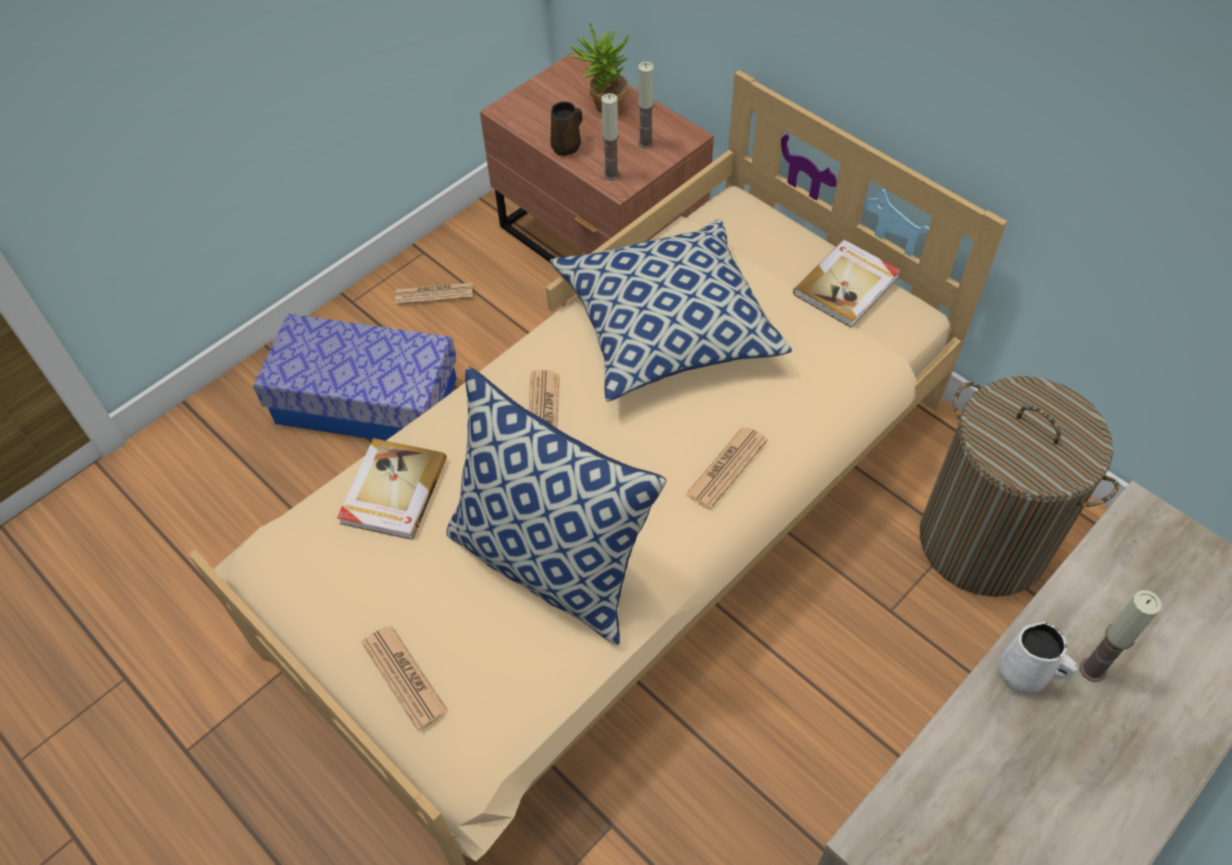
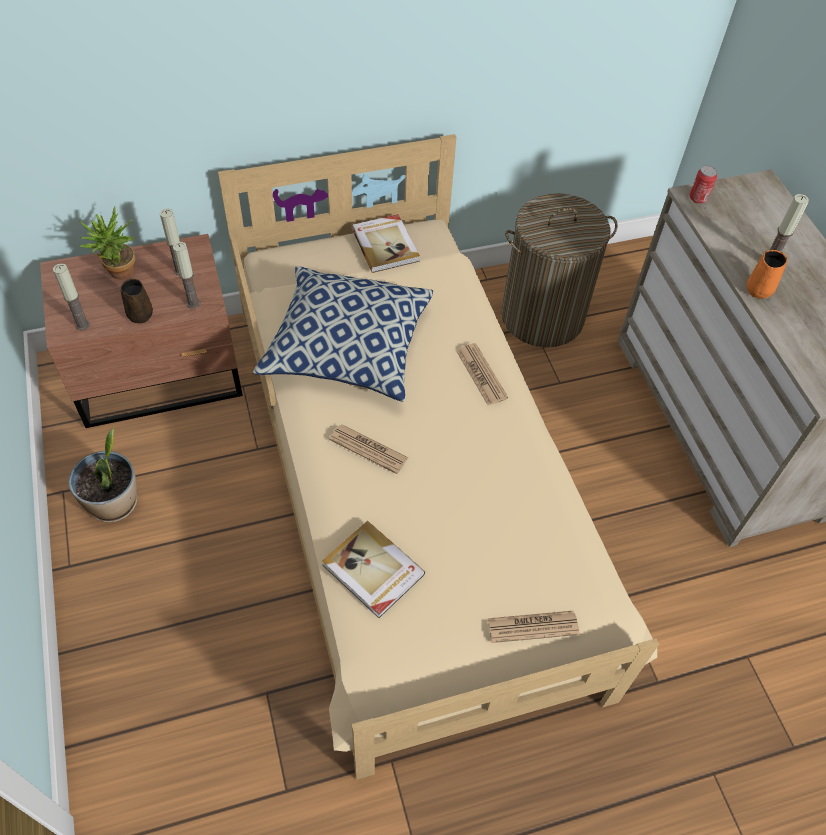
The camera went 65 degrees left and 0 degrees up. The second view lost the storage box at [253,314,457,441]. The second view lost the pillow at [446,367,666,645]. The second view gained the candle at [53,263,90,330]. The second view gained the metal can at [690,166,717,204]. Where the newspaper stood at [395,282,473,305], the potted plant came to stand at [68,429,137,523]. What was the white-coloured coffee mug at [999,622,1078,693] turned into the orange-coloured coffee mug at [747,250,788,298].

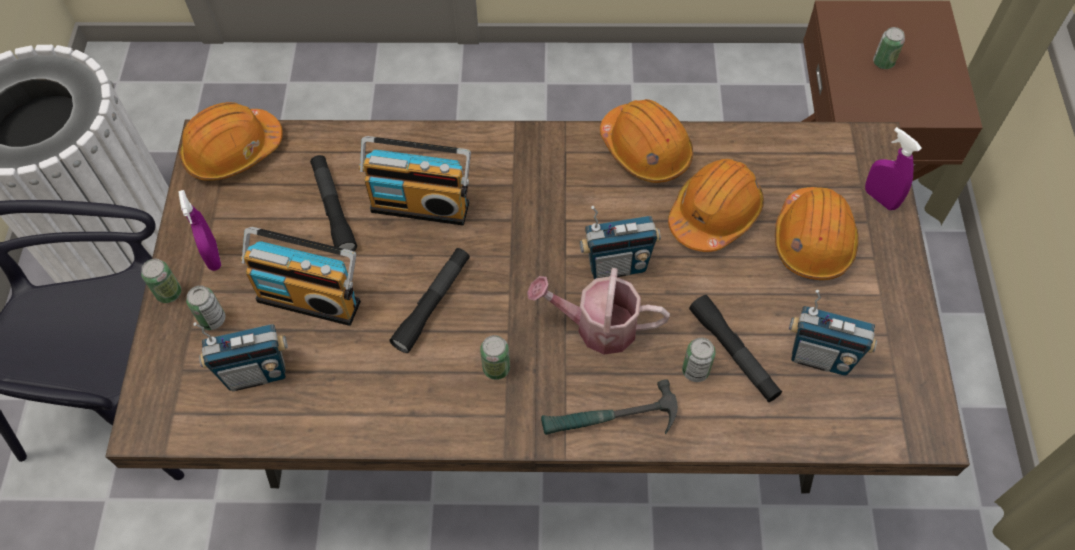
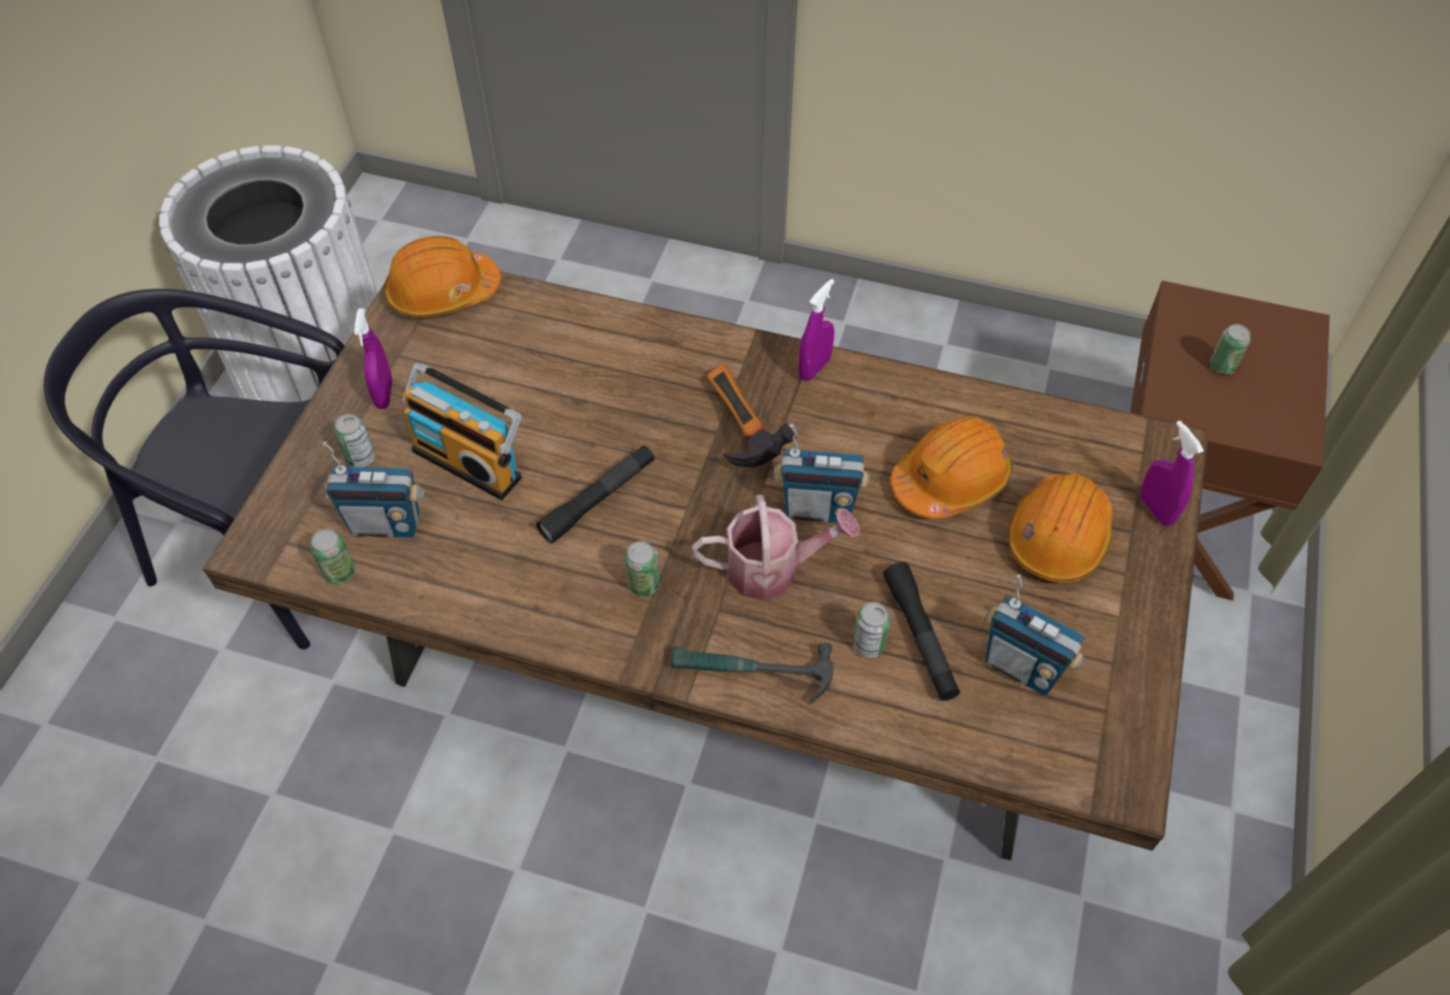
The camera went 15 degrees right and 5 degrees down. The second view lost the black-coloured hand torch at [310,155,357,251]. The second view lost the radio receiver at [359,136,471,225]. The second view lost the orange-coloured safety helmet at [600,99,693,183]. The second view gained the hand hammer at [706,364,797,468]. The second view gained the purple hand sprayer at [798,279,834,381]. The metal can ended up elsewhere, having gone from [141,259,181,303] to [310,529,355,584]. The watering pot at [527,268,670,355] ended up facing another way, 150 degrees clockwise from before.

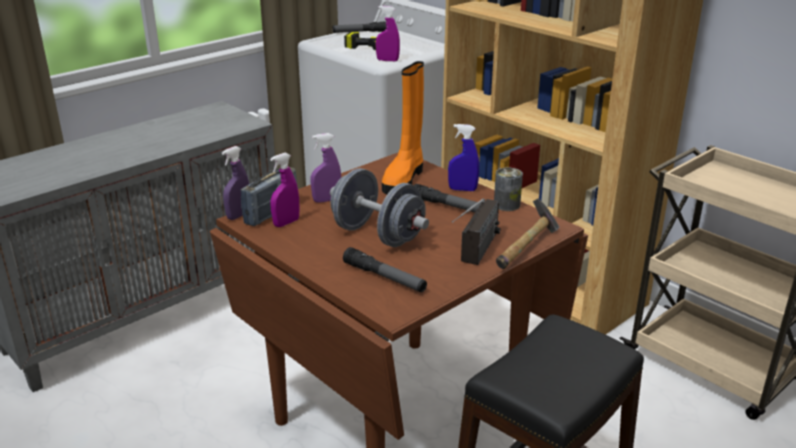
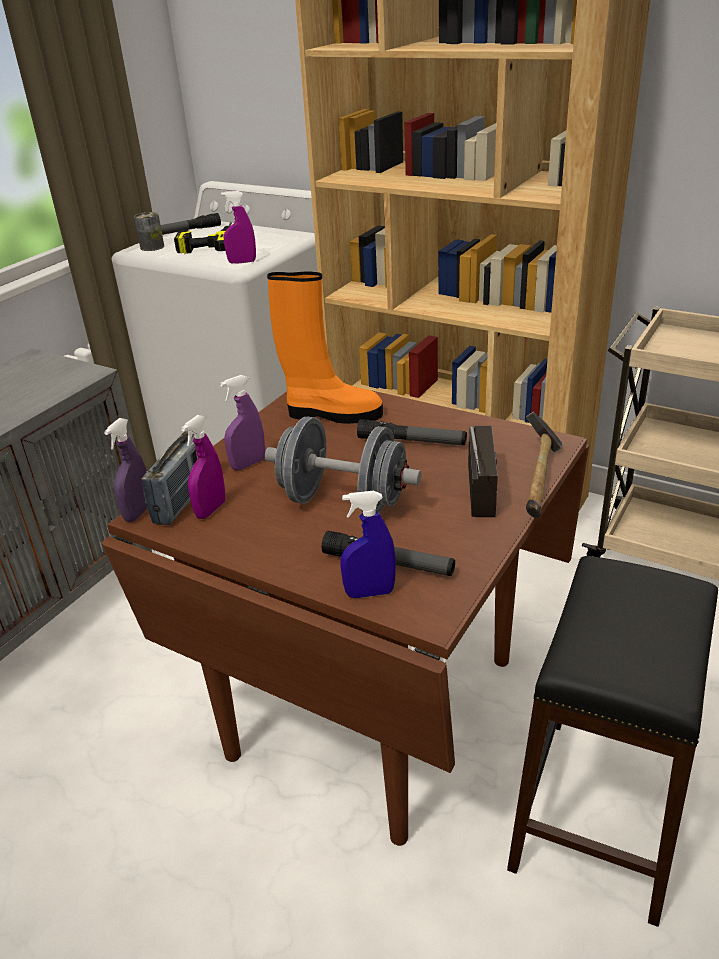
The camera went 15 degrees left and 5 degrees up. The blue hand sprayer ended up elsewhere, having gone from [448,124,479,191] to [340,491,396,598]. The metal can ended up elsewhere, having gone from [494,167,523,211] to [134,212,164,251]. The orange-coloured tall boot at [382,61,424,194] ended up facing another way, 90 degrees counterclockwise from before.

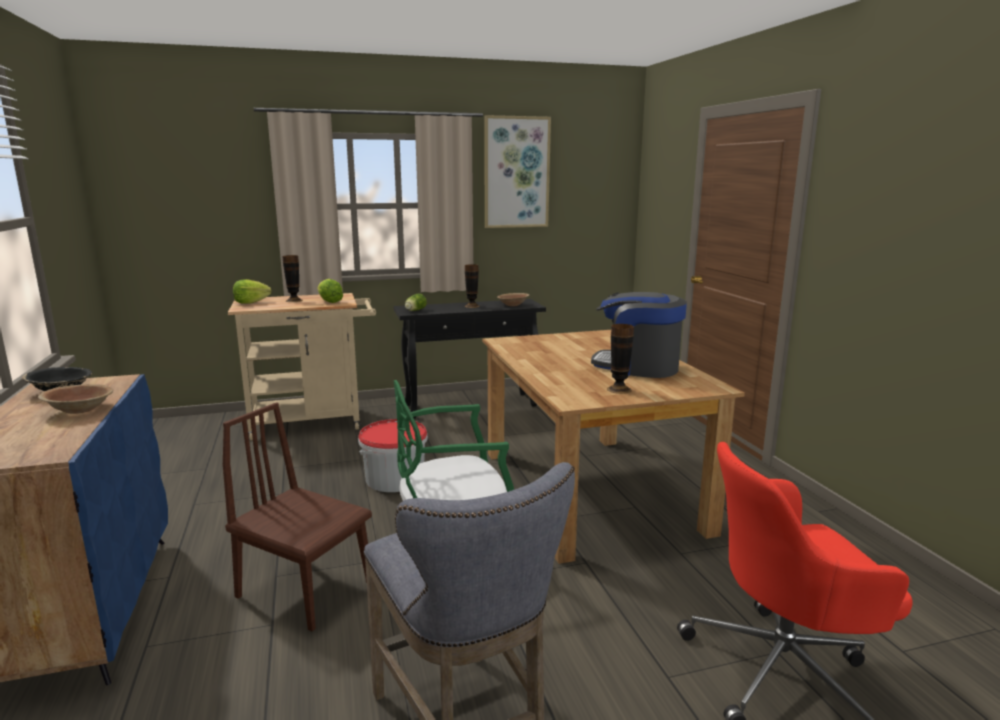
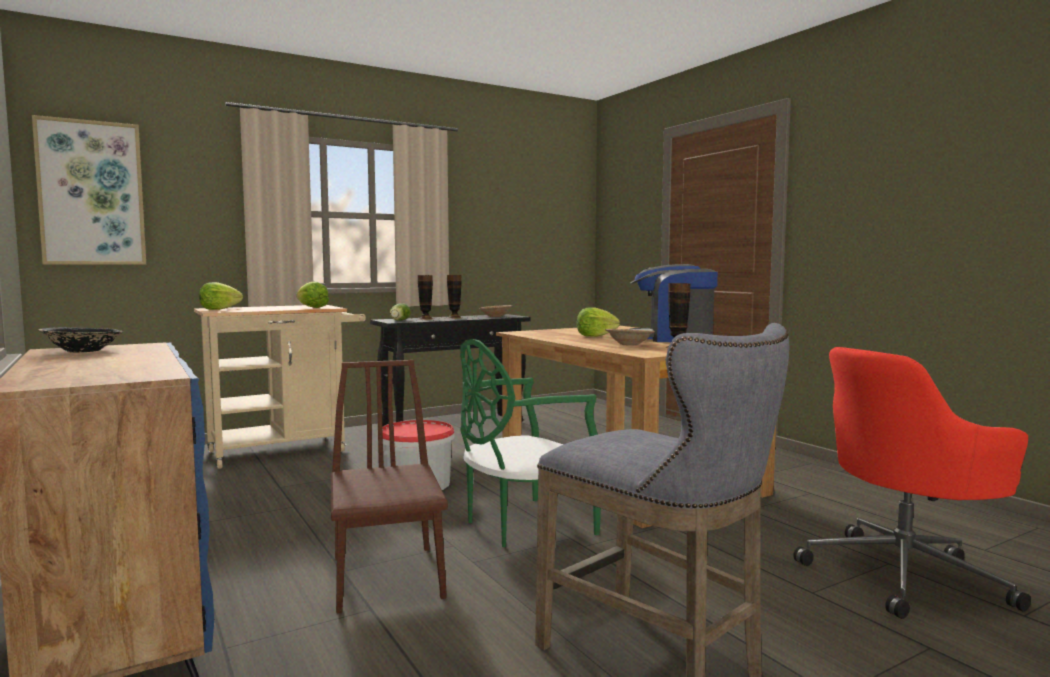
The camera went 15 degrees left and 10 degrees down. The second view gained the lettuce head at [577,307,620,337]. The brown bowl ended up elsewhere, having gone from [38,385,113,414] to [605,329,655,346]. The flower vase ended up elsewhere, having gone from [282,255,303,302] to [418,275,433,320]. The wall art ended up elsewhere, having gone from [485,115,551,228] to [32,115,146,265]. The brown upright chair at [223,402,372,631] ended up facing another way, 60 degrees clockwise from before.

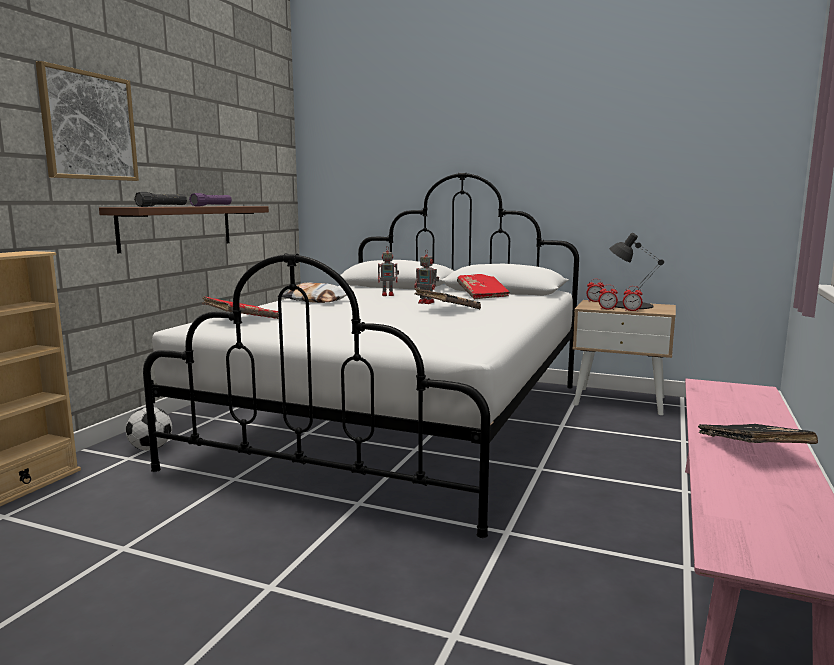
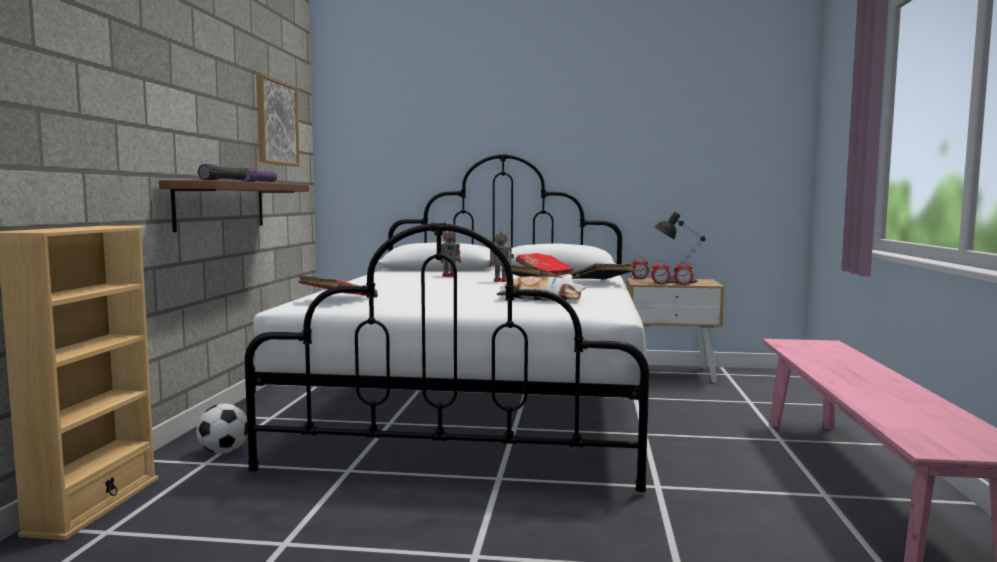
The camera went 15 degrees left and 5 degrees down. The wall art ended up elsewhere, having gone from [36,61,139,181] to [256,74,300,166]. The pillow ended up elsewhere, having gone from [277,283,347,303] to [496,276,587,301]. The black-coloured book ended up elsewhere, having gone from [698,424,818,444] to [571,263,634,279].

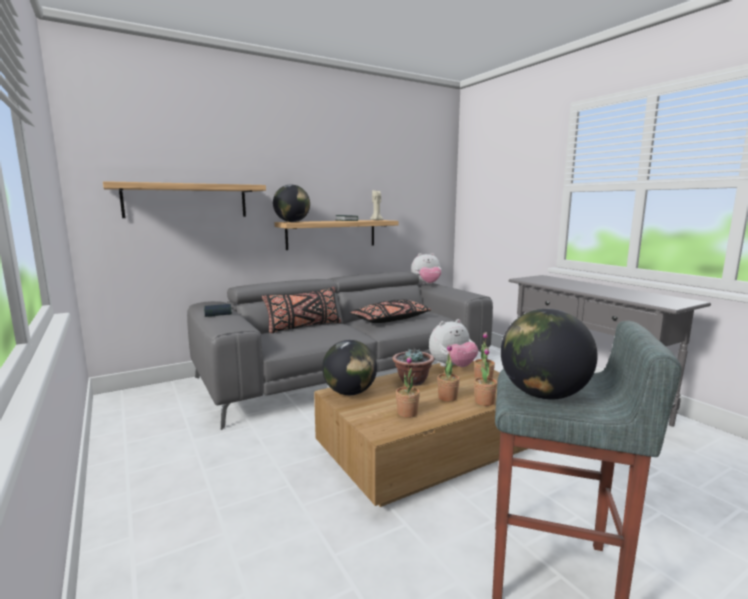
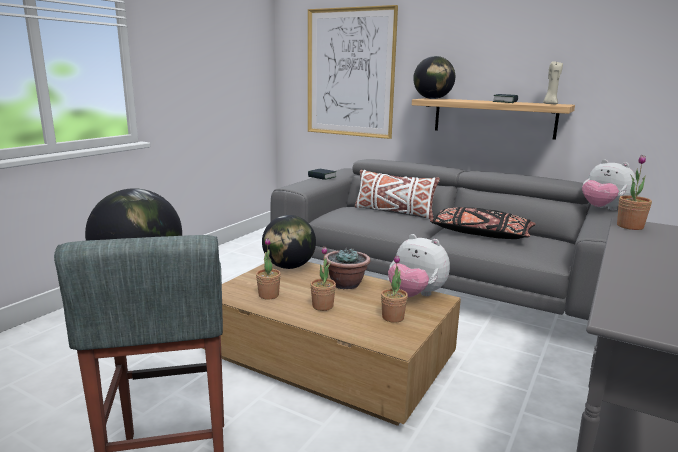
The camera went 60 degrees right and 5 degrees up. The potted plant ended up elsewhere, having gone from [474,348,497,406] to [617,155,652,230]. Where the wall shelf hung at [103,181,266,218], the wall art came to hang at [308,5,398,139]. What was the black-coloured pillow at [262,287,341,333] turned into the white-coloured pillow at [355,170,440,220].

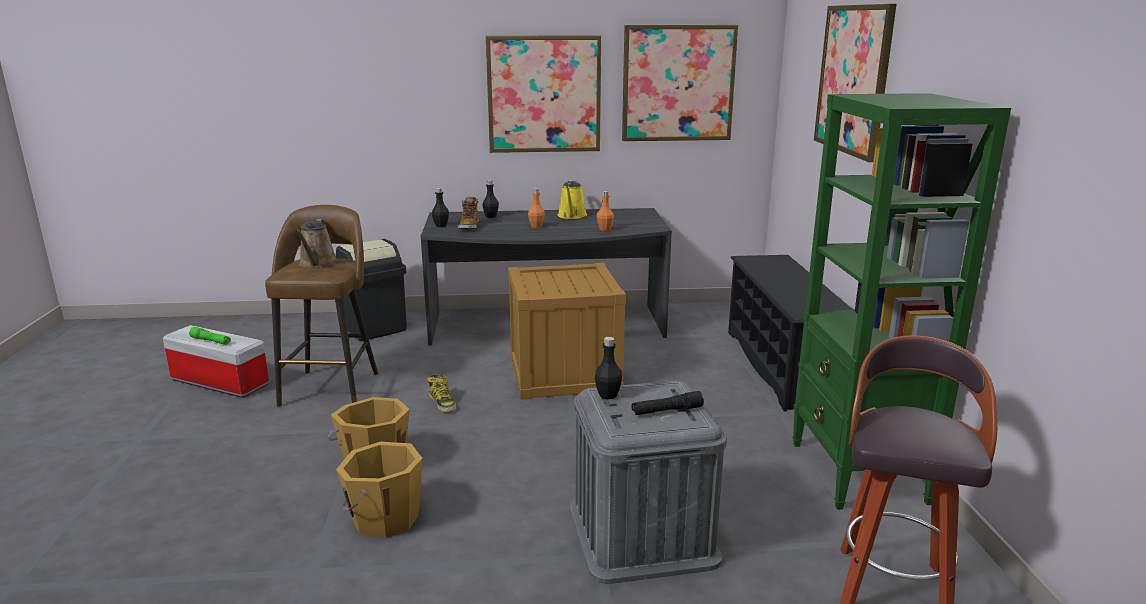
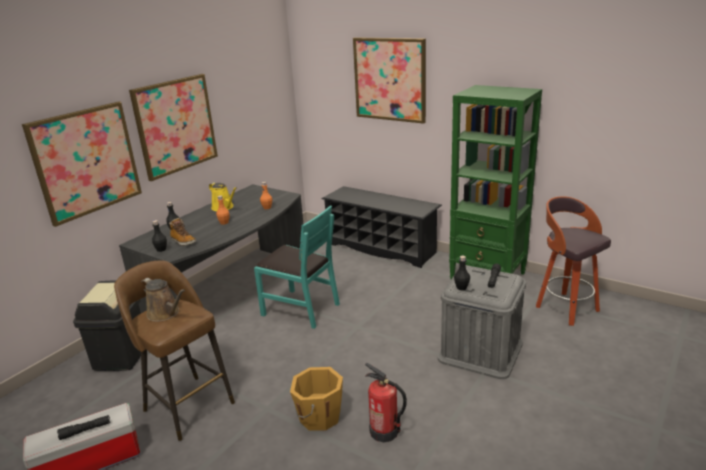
The camera went 50 degrees left and 5 degrees up. The second view lost the tall boot at [427,375,456,412]. The wall art ended up elsewhere, having gone from [622,25,738,141] to [22,101,142,227]. Where the orange-coloured water bucket stood at [336,442,422,538], the fire extinguisher came to stand at [365,363,407,442]. Where the packing crate stood at [508,263,626,400], the blue-green upright chair came to stand at [254,205,340,329]. What was the green-coloured hand torch at [189,327,231,345] turned into the black-coloured hand torch at [57,415,110,440].

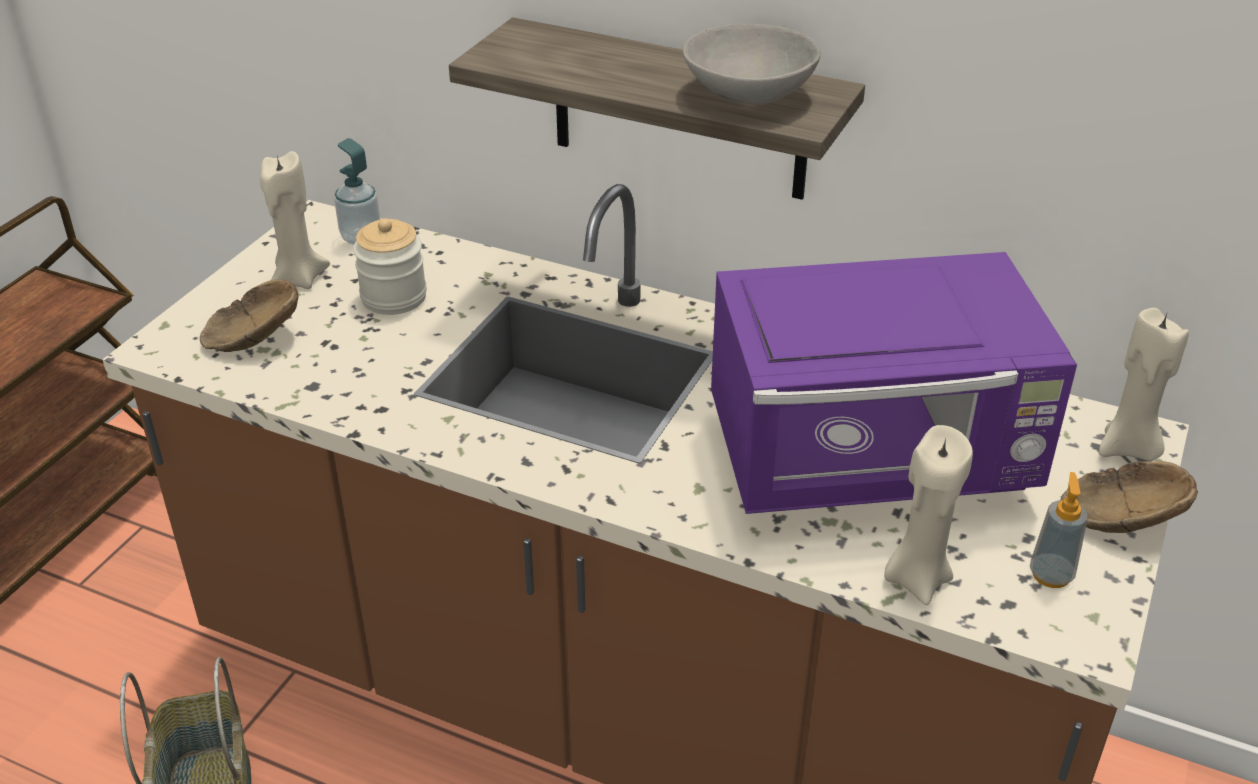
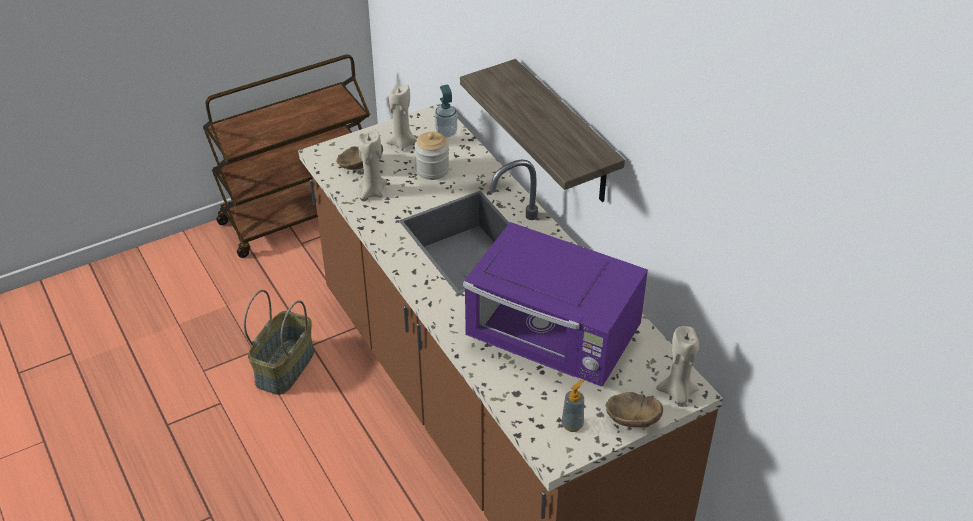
The camera went 35 degrees right and 5 degrees up. The second view lost the gray bowl at [683,24,821,105]. The beige-coloured candle ended up elsewhere, having gone from [884,425,973,605] to [358,129,387,199].

